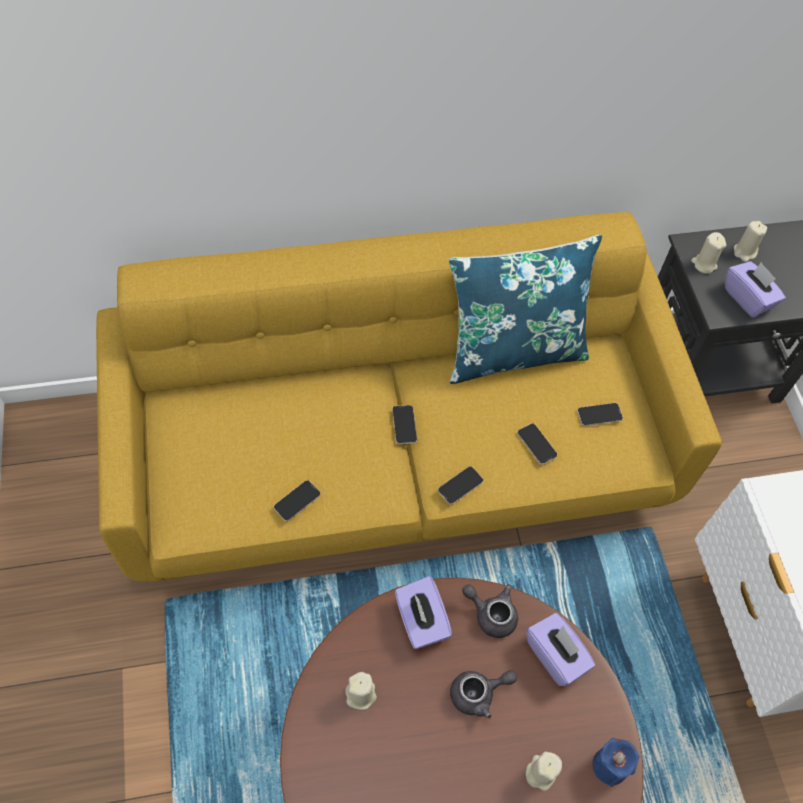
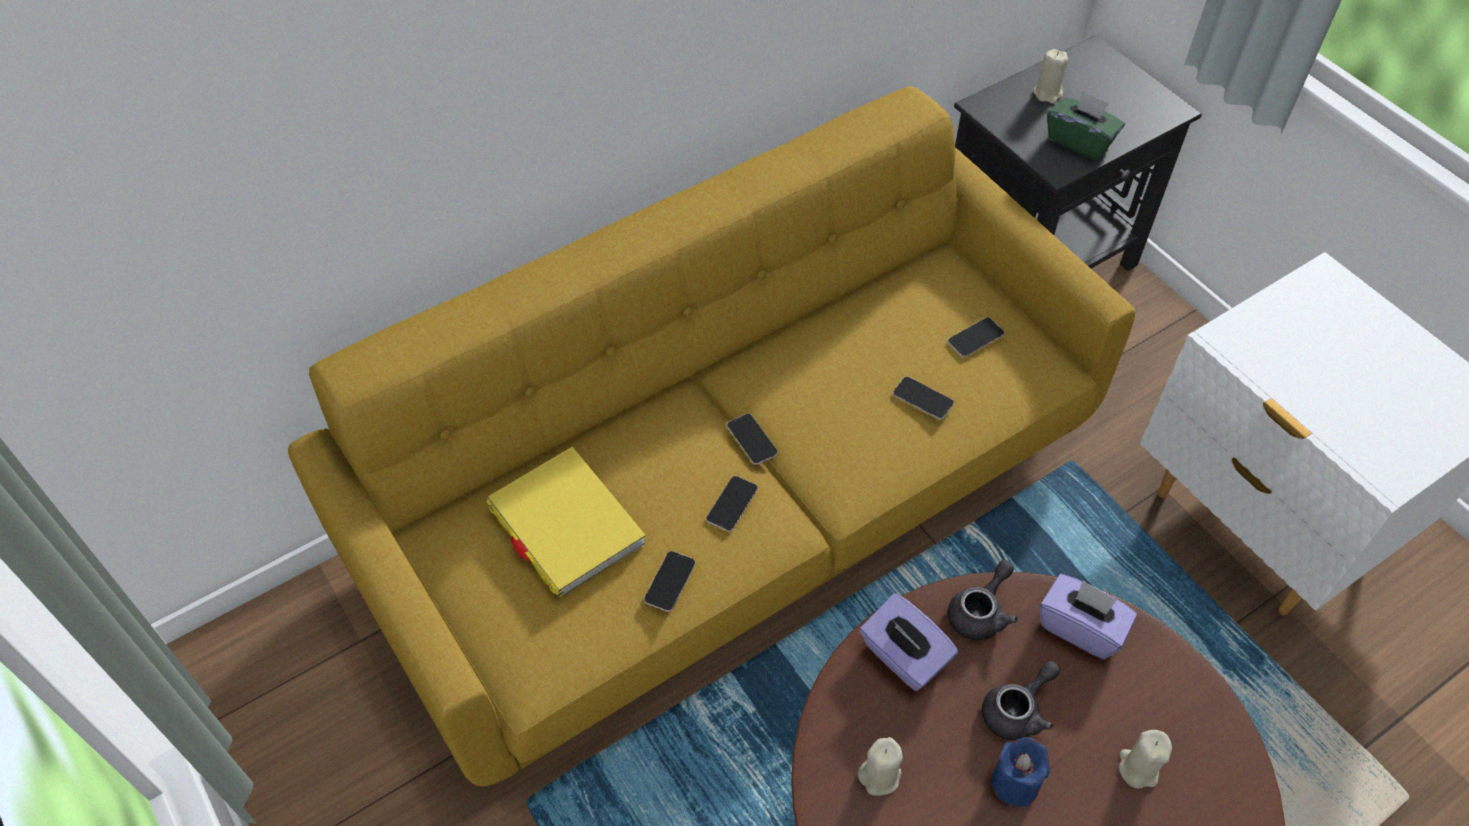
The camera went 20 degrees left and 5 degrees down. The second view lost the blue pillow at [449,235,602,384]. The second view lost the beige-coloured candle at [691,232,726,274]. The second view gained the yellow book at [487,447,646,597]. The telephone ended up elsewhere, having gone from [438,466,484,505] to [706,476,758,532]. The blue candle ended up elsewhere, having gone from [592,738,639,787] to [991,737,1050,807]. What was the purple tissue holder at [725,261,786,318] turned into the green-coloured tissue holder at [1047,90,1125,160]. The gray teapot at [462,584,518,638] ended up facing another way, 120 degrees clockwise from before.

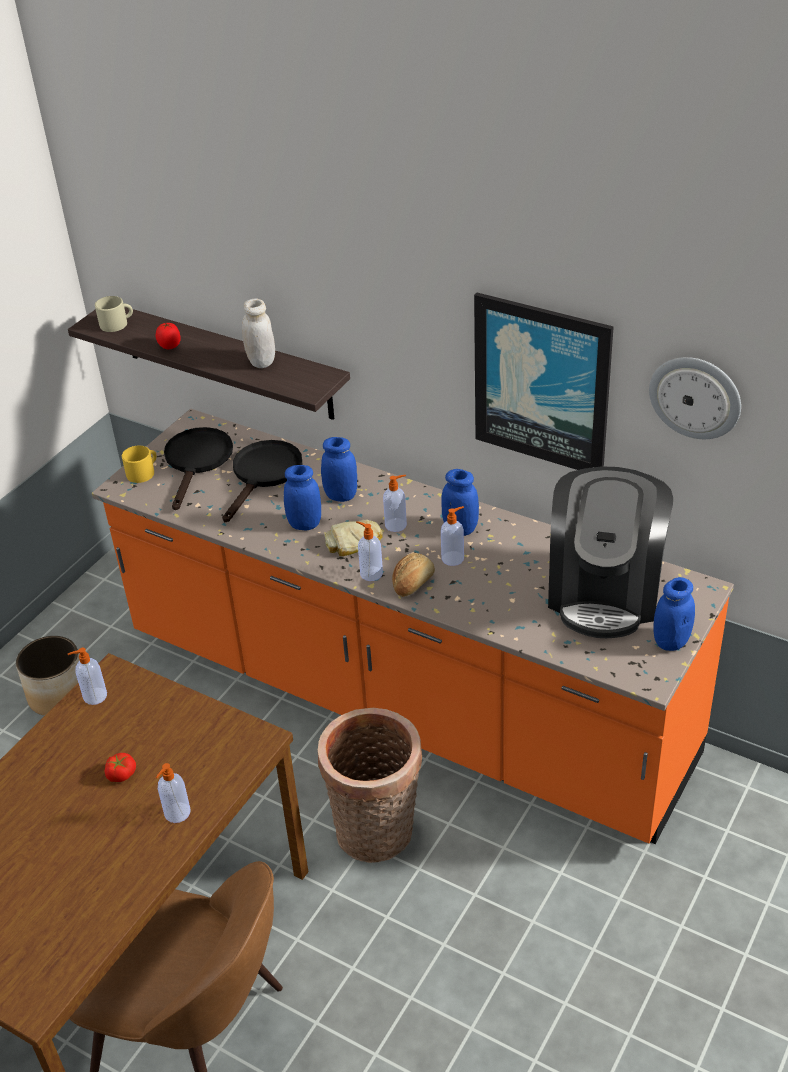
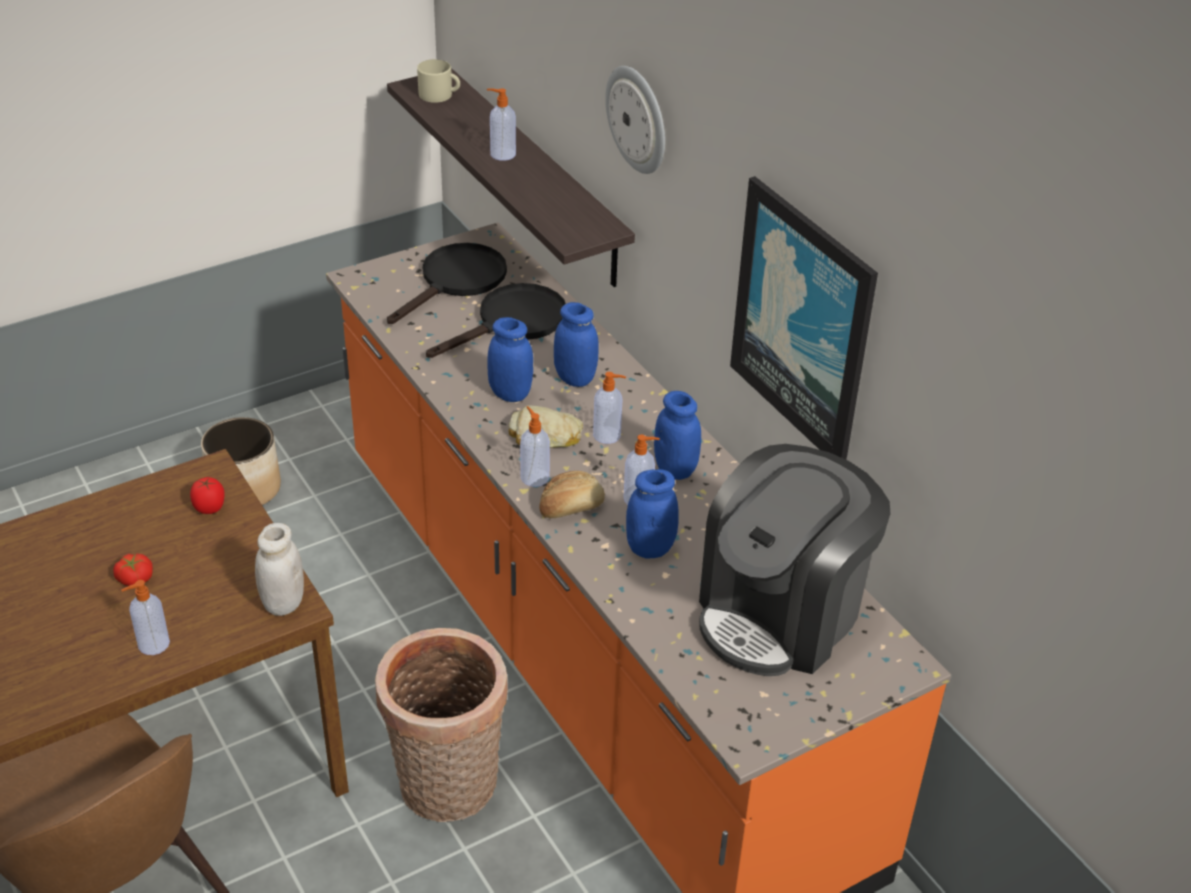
The camera went 25 degrees right and 0 degrees up. The second view lost the yellow coffee mug at [122,446,157,483]. The liquid soap bottle ended up elsewhere, having gone from [68,648,107,705] to [487,88,516,161]. The whole tomato ended up elsewhere, having gone from [156,323,181,349] to [190,477,225,514]. The white-coloured storage jar ended up elsewhere, having gone from [242,299,275,368] to [255,523,304,616]. The hanging clock ended up elsewhere, having gone from [649,357,741,439] to [605,66,665,174]. The blue storage jar ended up elsewhere, having gone from [653,577,695,651] to [626,469,679,558].

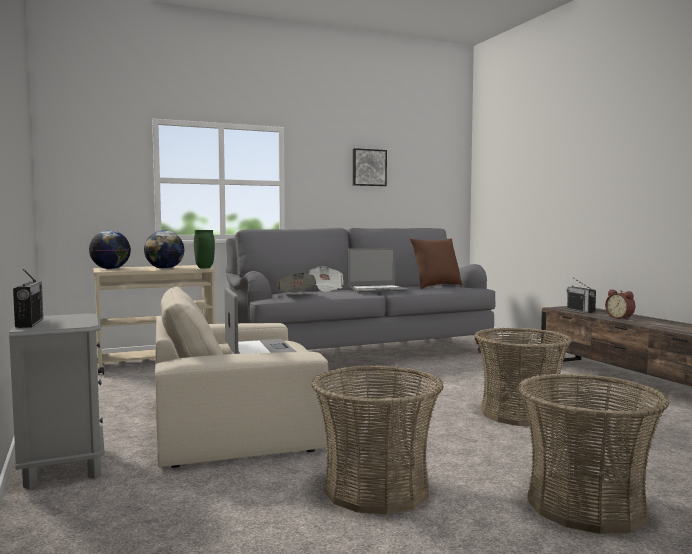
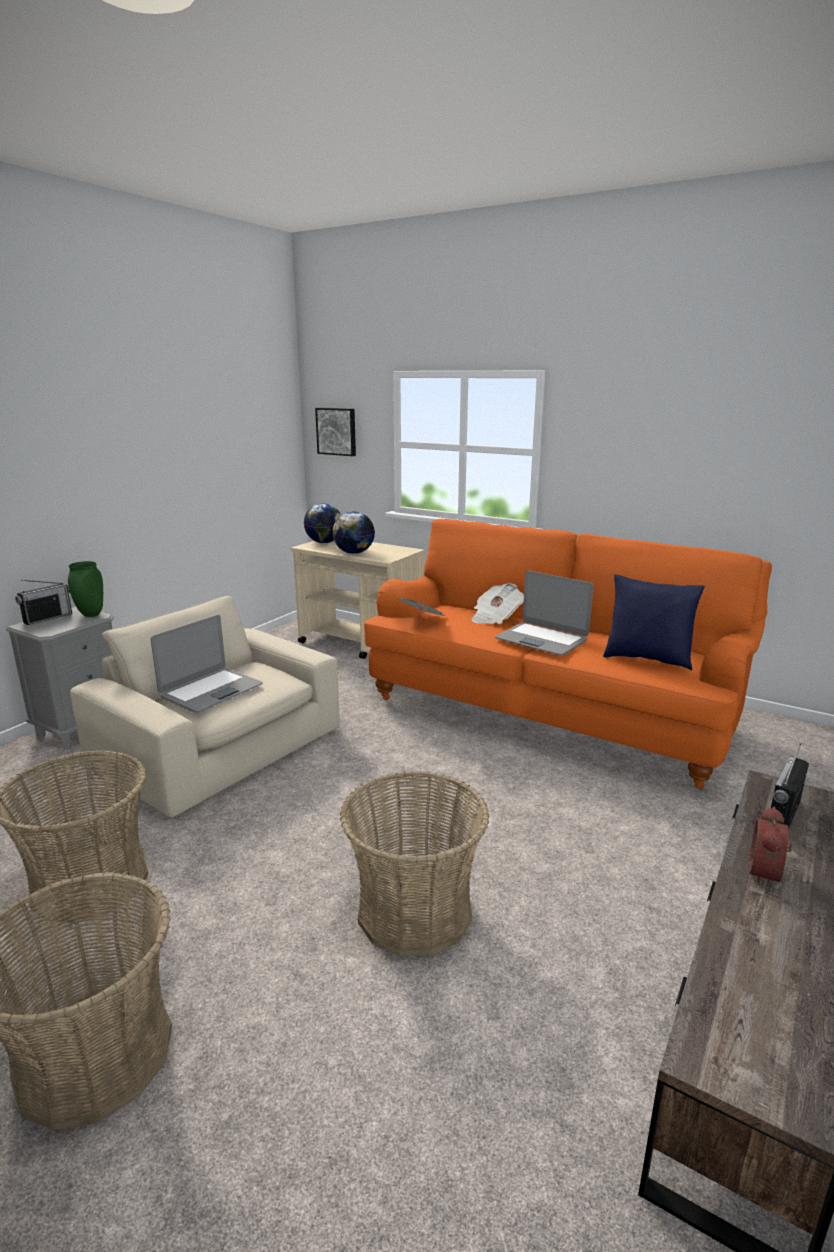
The camera went 55 degrees right and 15 degrees up. The green-coloured flower vase ended up elsewhere, having gone from [194,230,215,268] to [68,561,103,617]. The wall art ended up elsewhere, having gone from [353,148,387,186] to [315,408,356,456]. What was the gray sofa at [226,228,496,353] turned into the orange-coloured sofa at [364,519,772,789]. What was the brown pillow at [410,238,462,289] turned into the blue pillow at [603,574,705,671].

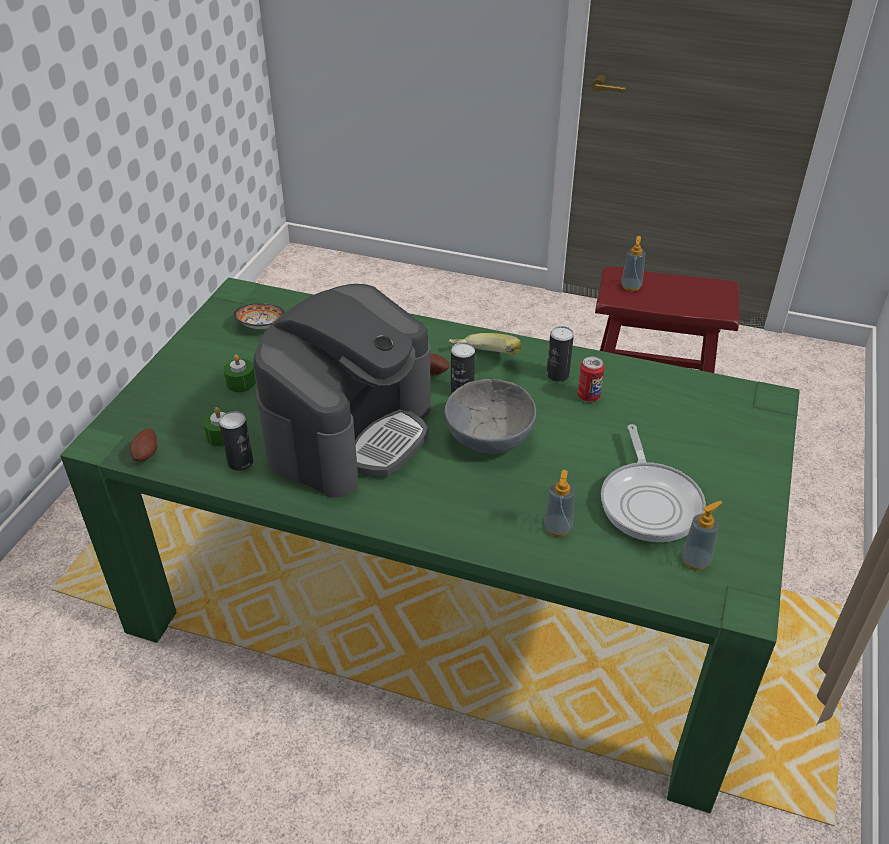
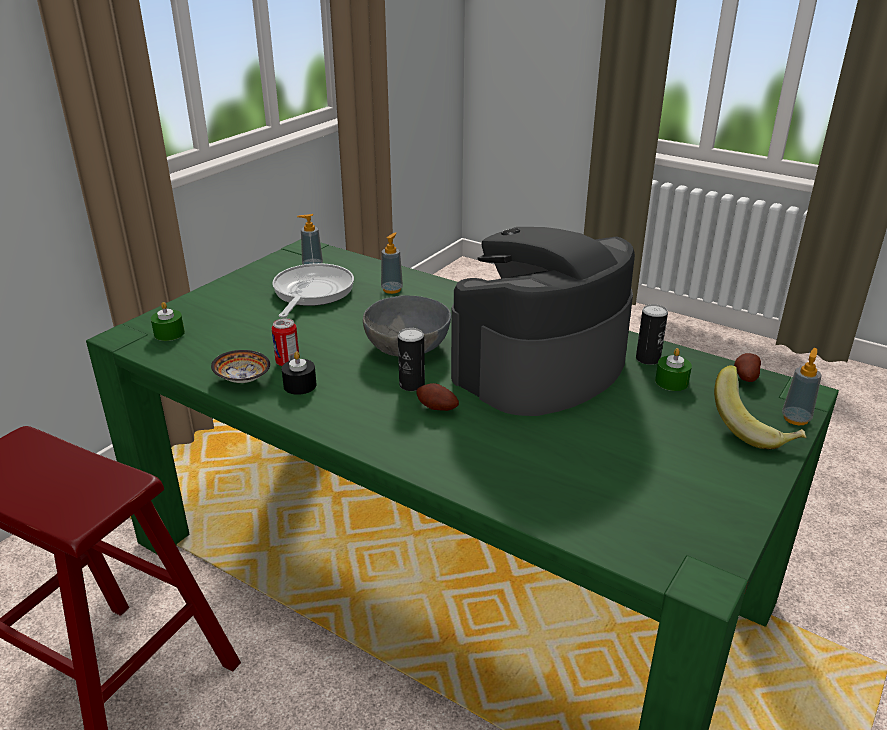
The camera went 165 degrees left and 10 degrees down. The green-coloured candle ended up elsewhere, having gone from [223,355,256,392] to [151,302,185,341]. The bowl ended up elsewhere, having gone from [233,303,285,329] to [211,350,270,383]. The banana fruit ended up elsewhere, having gone from [448,333,521,355] to [714,365,806,449]. The liquid soap bottle ended up elsewhere, having gone from [621,236,646,291] to [782,348,821,425]. Where the metal can stood at [547,326,574,382], the black-coloured candle came to stand at [281,351,317,395].

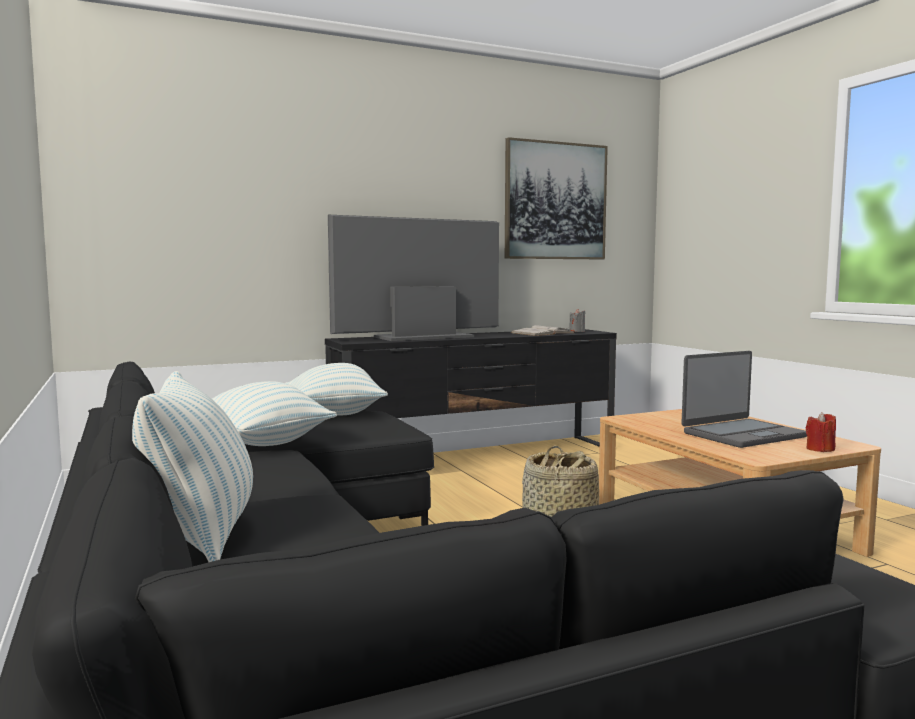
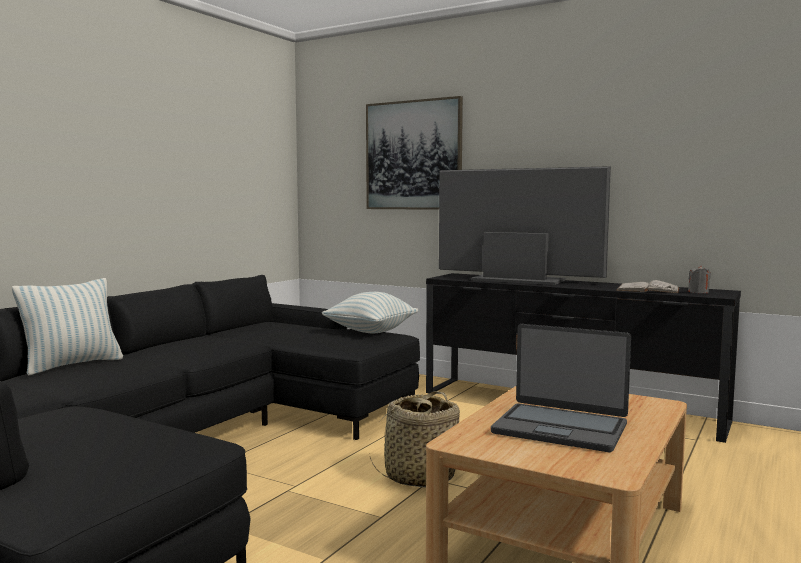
The camera went 55 degrees right and 0 degrees up. The second view lost the pillow at [212,381,337,446]. The second view lost the red candle at [806,412,836,452]. The wall art ended up elsewhere, having gone from [505,137,608,259] to [366,96,463,210].

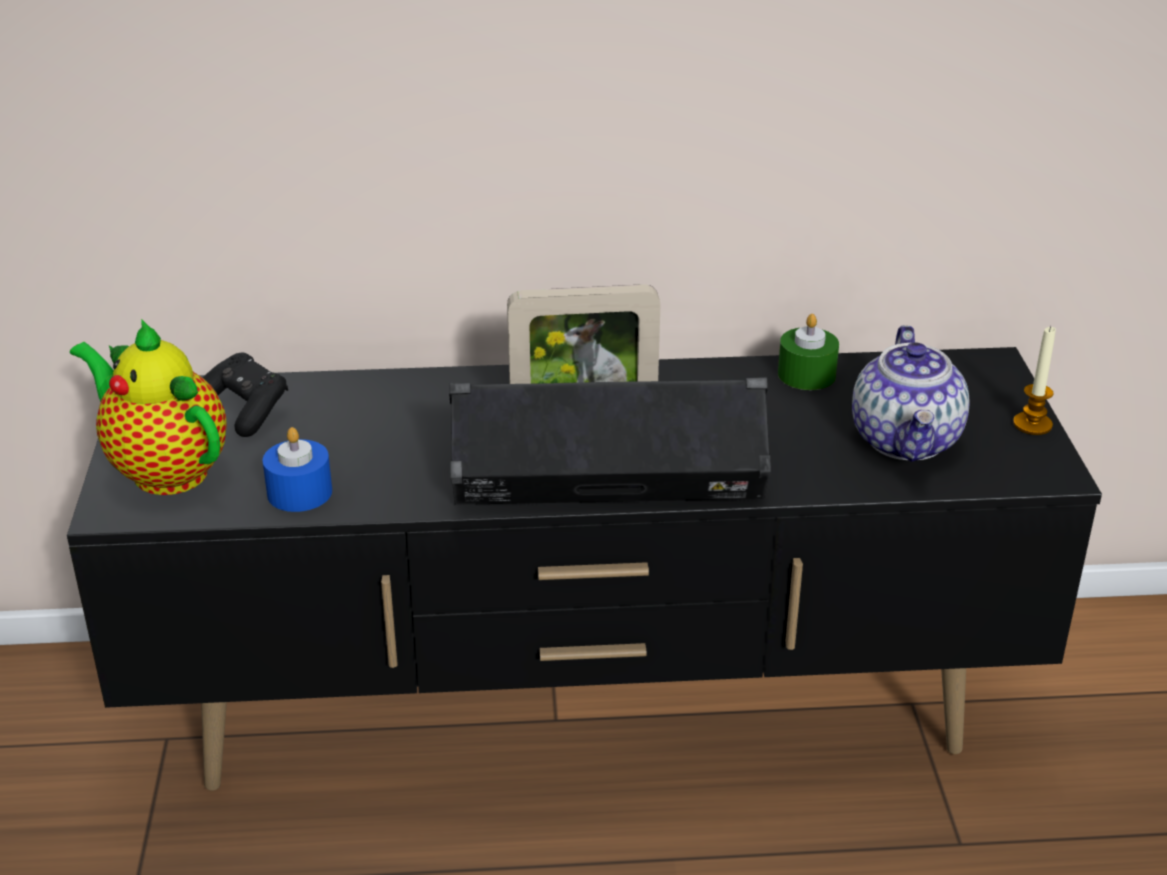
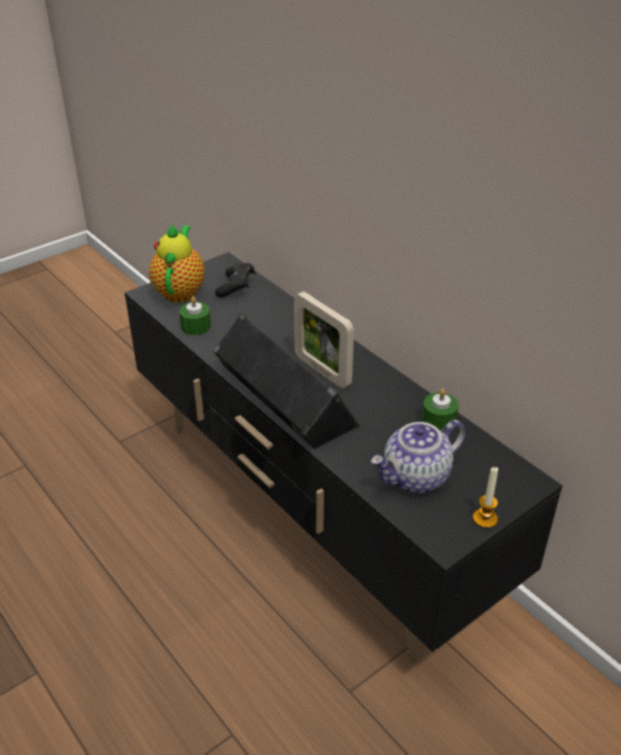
The camera went 55 degrees right and 5 degrees up. What was the blue candle at [262,427,332,512] turned into the green-coloured candle at [179,296,211,335].

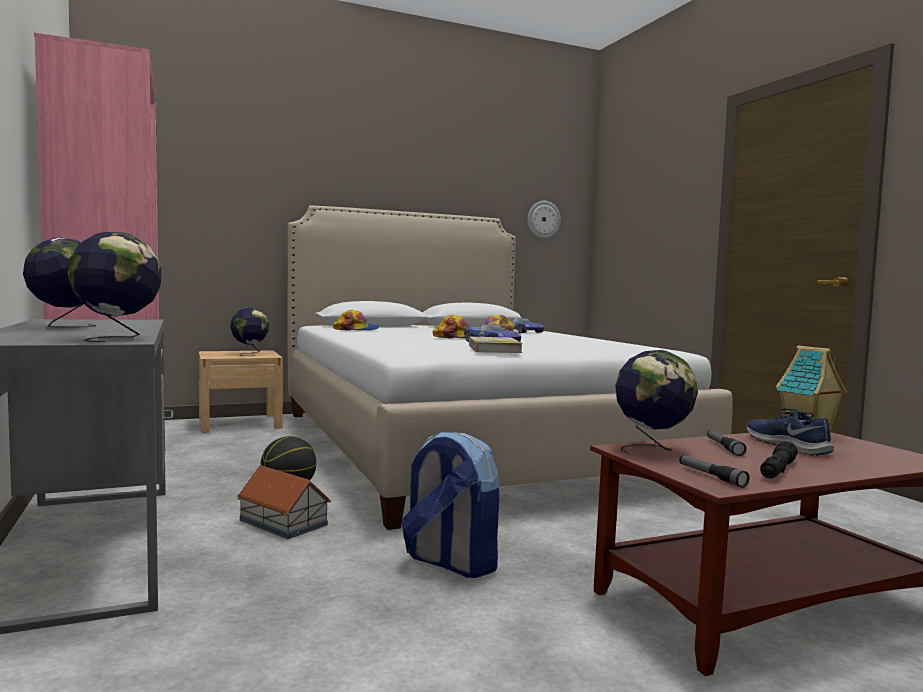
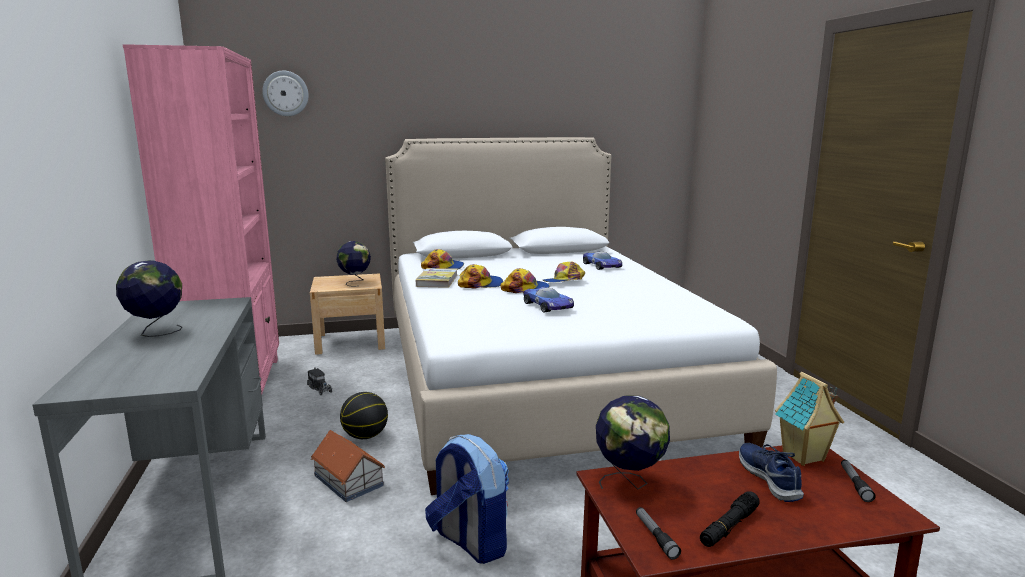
The camera went 10 degrees right and 10 degrees up. The second view lost the world globe at [68,232,161,342]. The second view gained the toy truck at [307,367,332,395]. The second view gained the peaked cap at [458,264,503,289]. The book ended up elsewhere, having gone from [469,337,523,353] to [416,268,458,288]. The hanging clock ended up elsewhere, having gone from [527,201,561,239] to [262,71,309,116]. The hand torch ended up elsewhere, having gone from [707,430,746,456] to [841,460,875,502].

